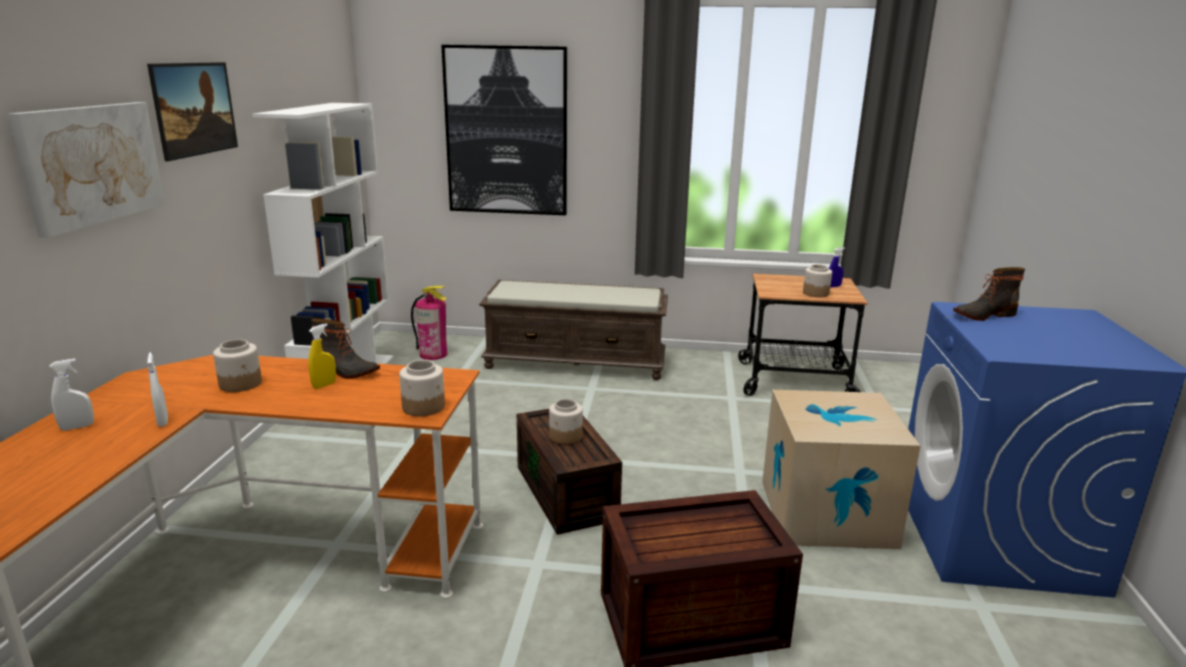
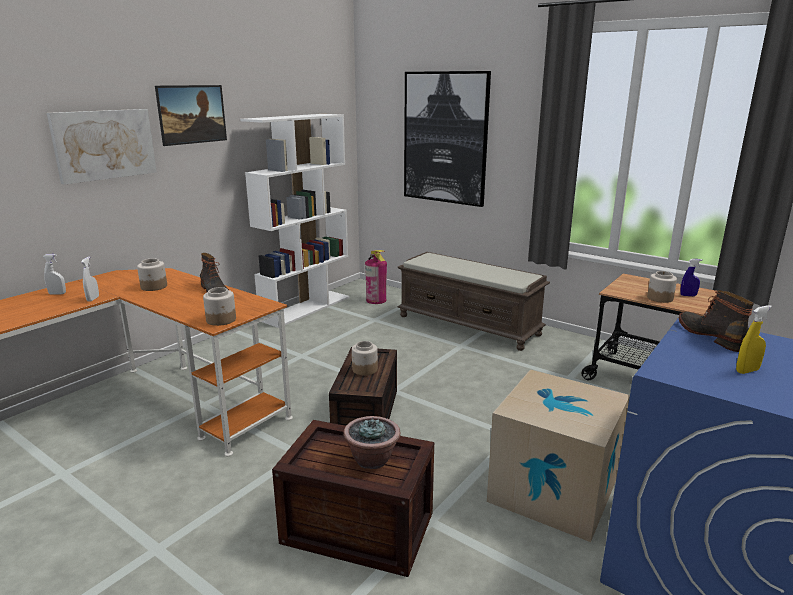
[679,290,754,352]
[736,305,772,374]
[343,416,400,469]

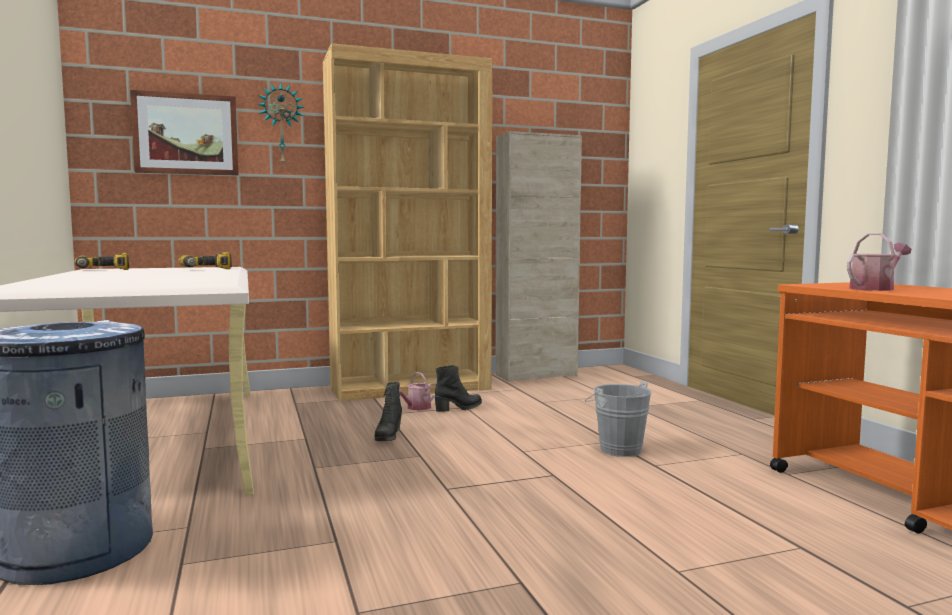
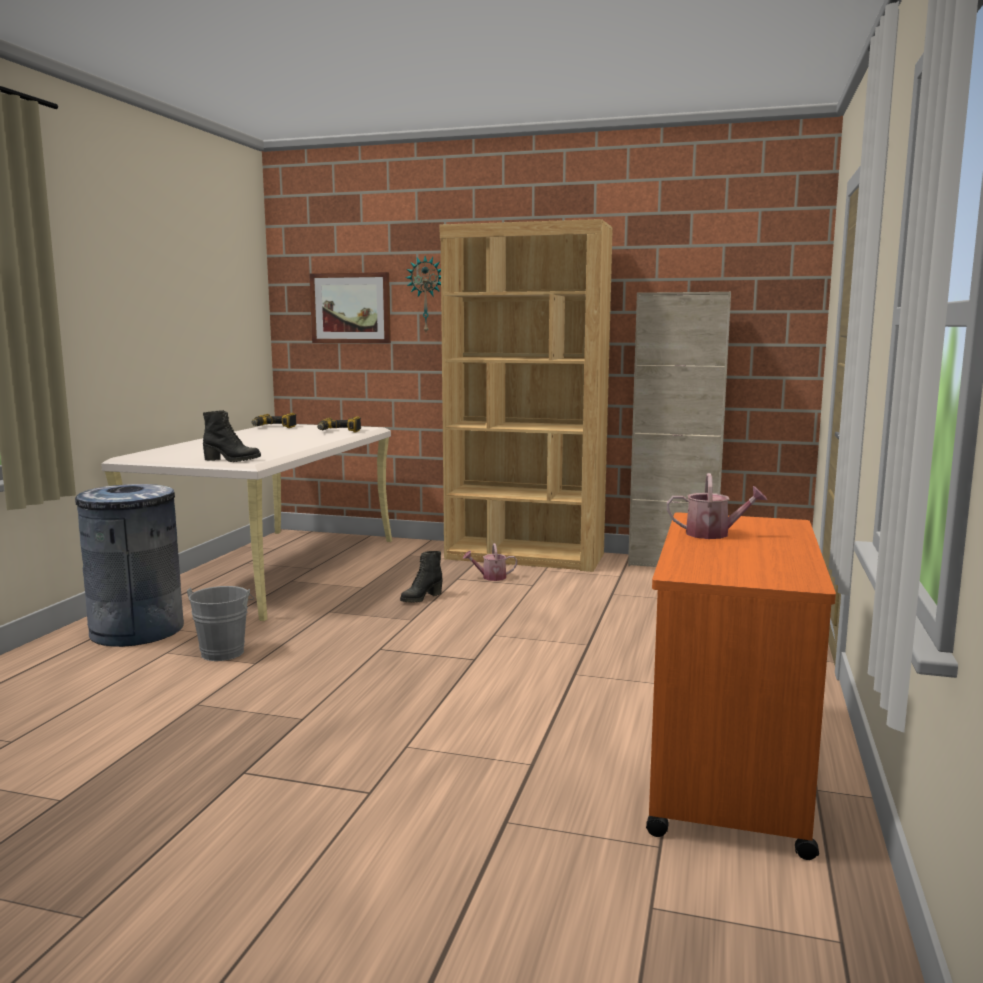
[203,410,261,462]
[187,586,254,661]

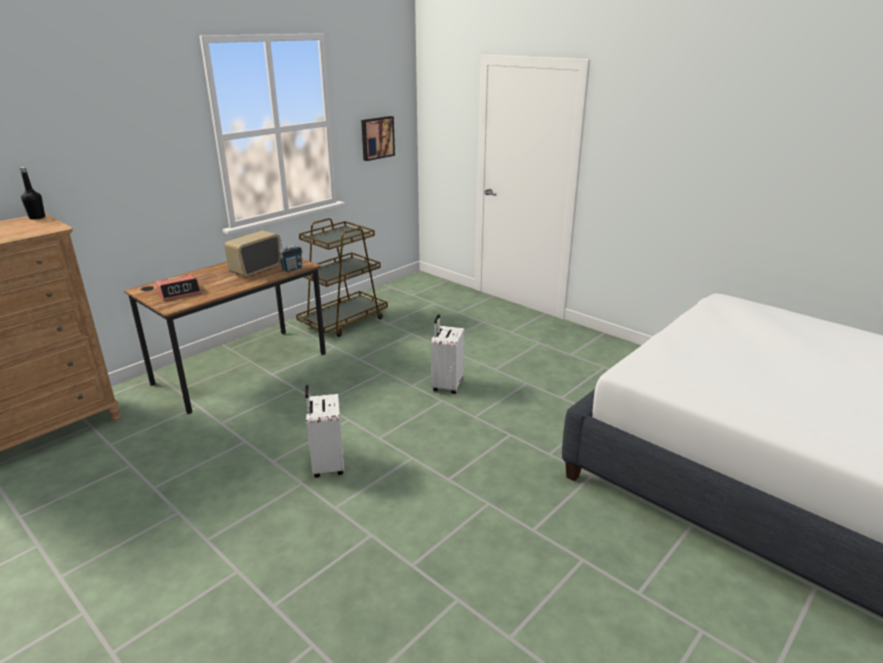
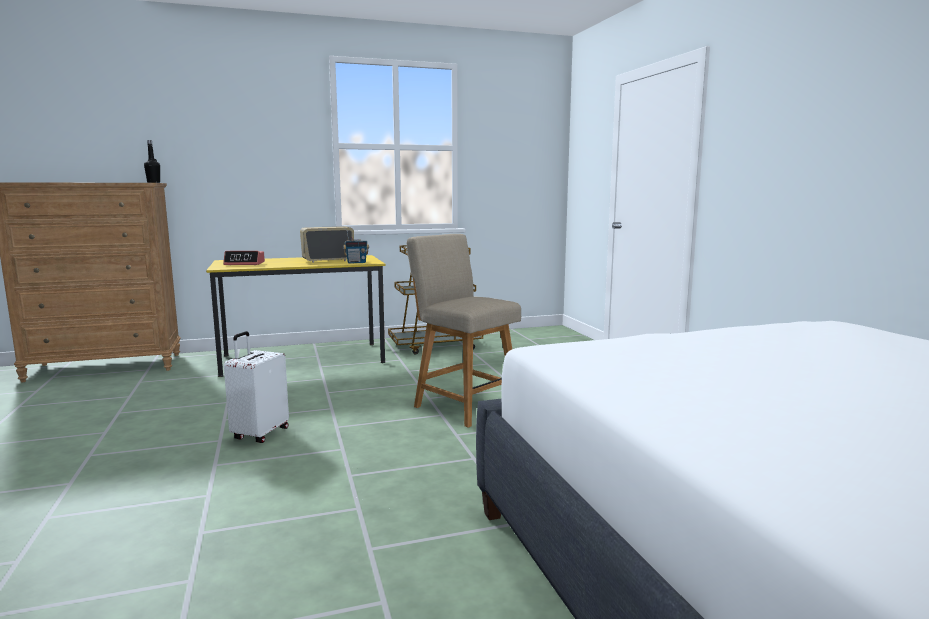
[361,116,395,161] (first image)
[206,255,385,377]
[407,234,521,428]

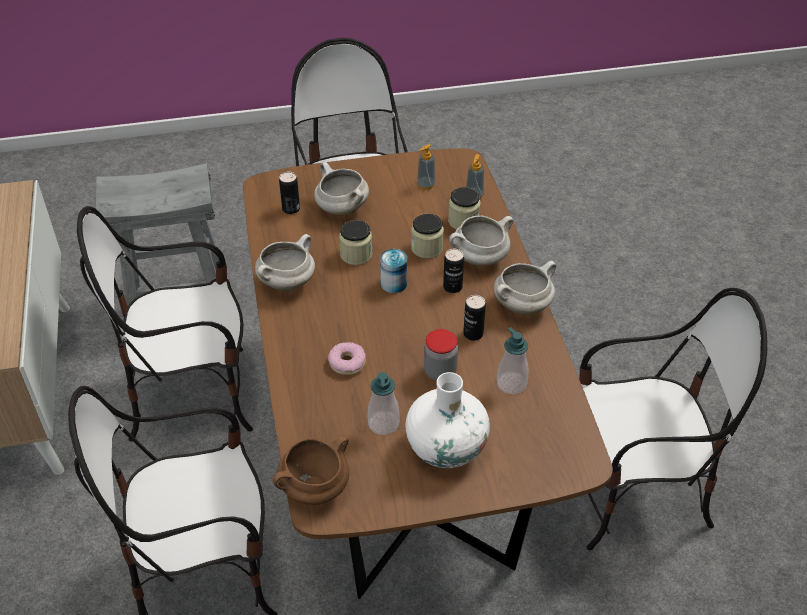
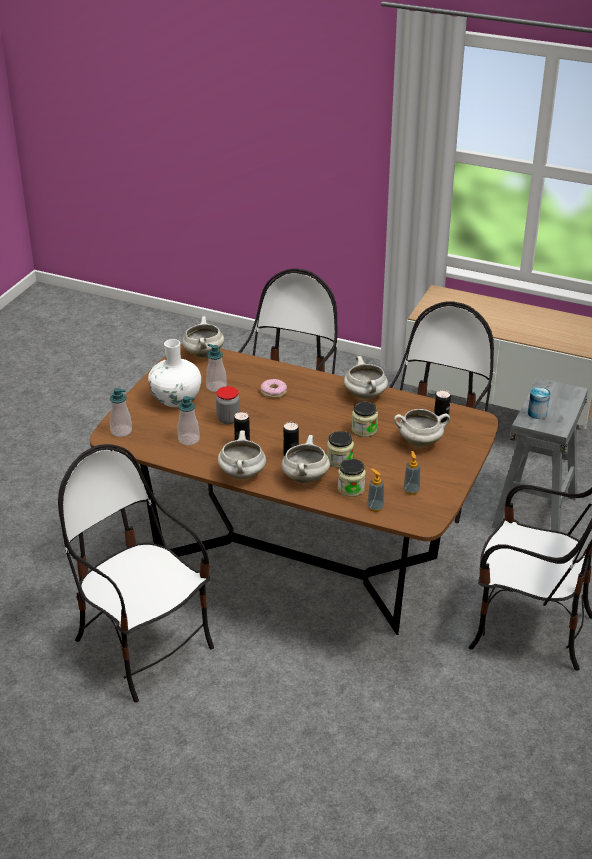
[528,387,550,419]
[58,444,214,703]
[182,316,224,357]
[110,388,132,437]

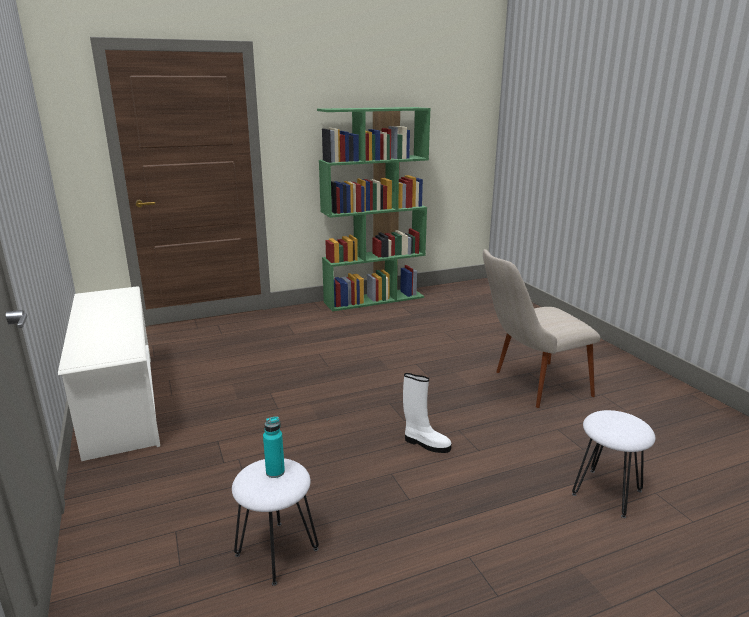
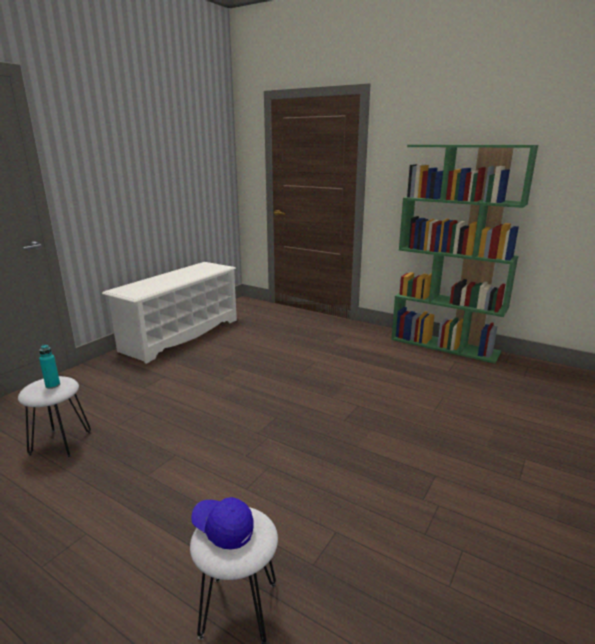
[483,249,600,408] (first image)
[403,373,451,453] (first image)
[191,497,254,550]

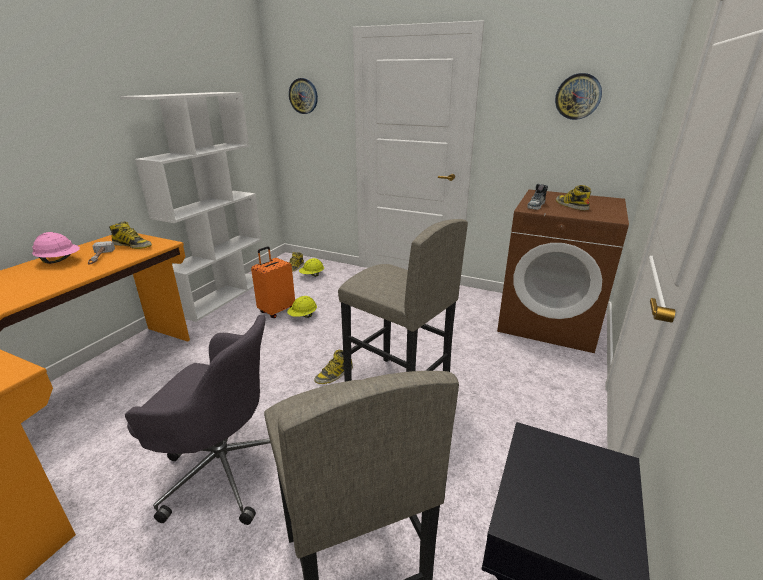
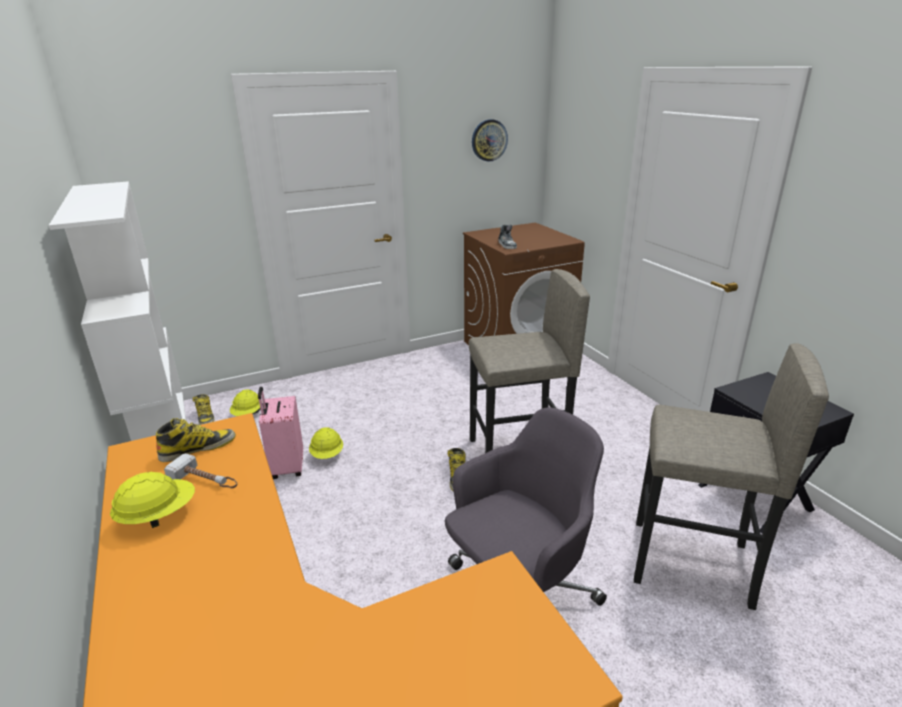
[289,78,318,114] (first image)
[556,185,591,210] (first image)
[110,472,195,528]
[258,387,303,479]

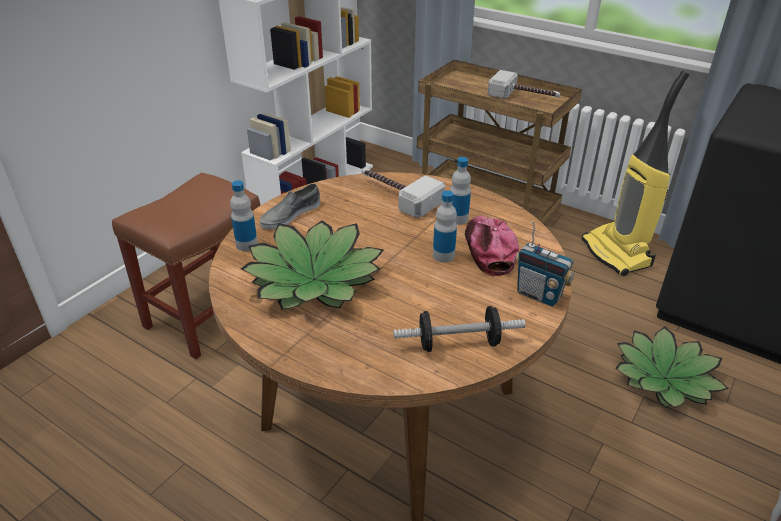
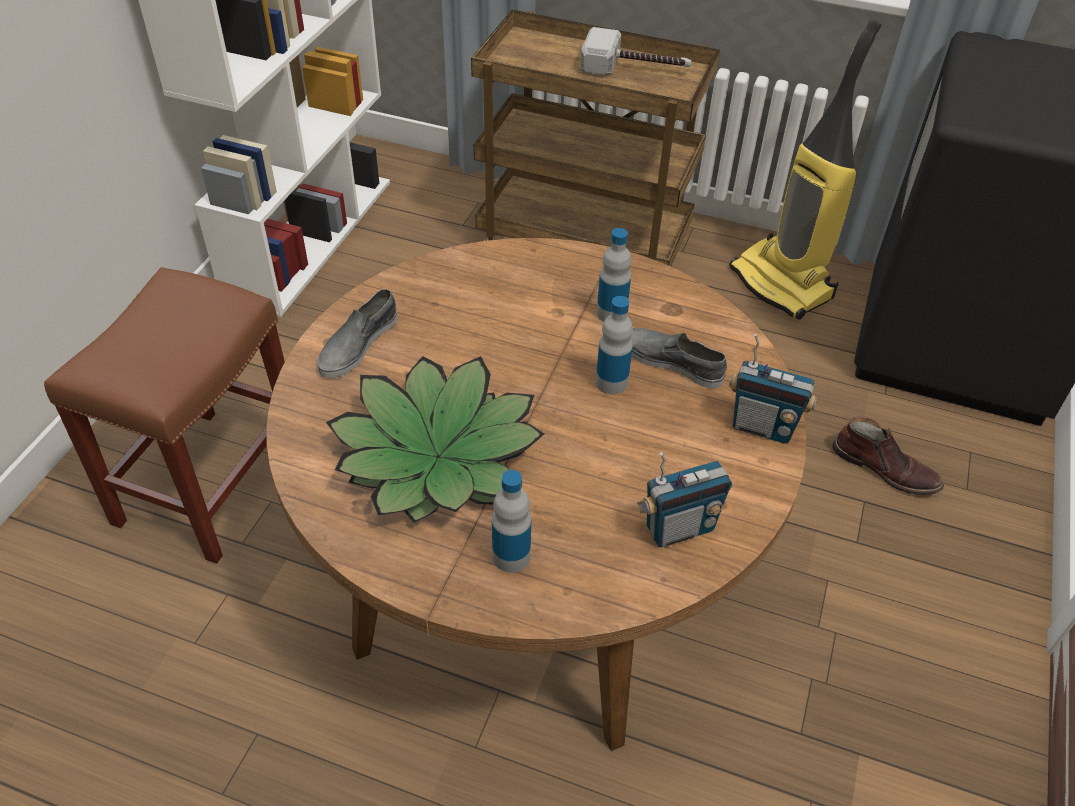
[362,168,445,218] (first image)
[492,470,531,573]
[631,328,727,389]
[637,452,732,547]
[832,416,944,495]

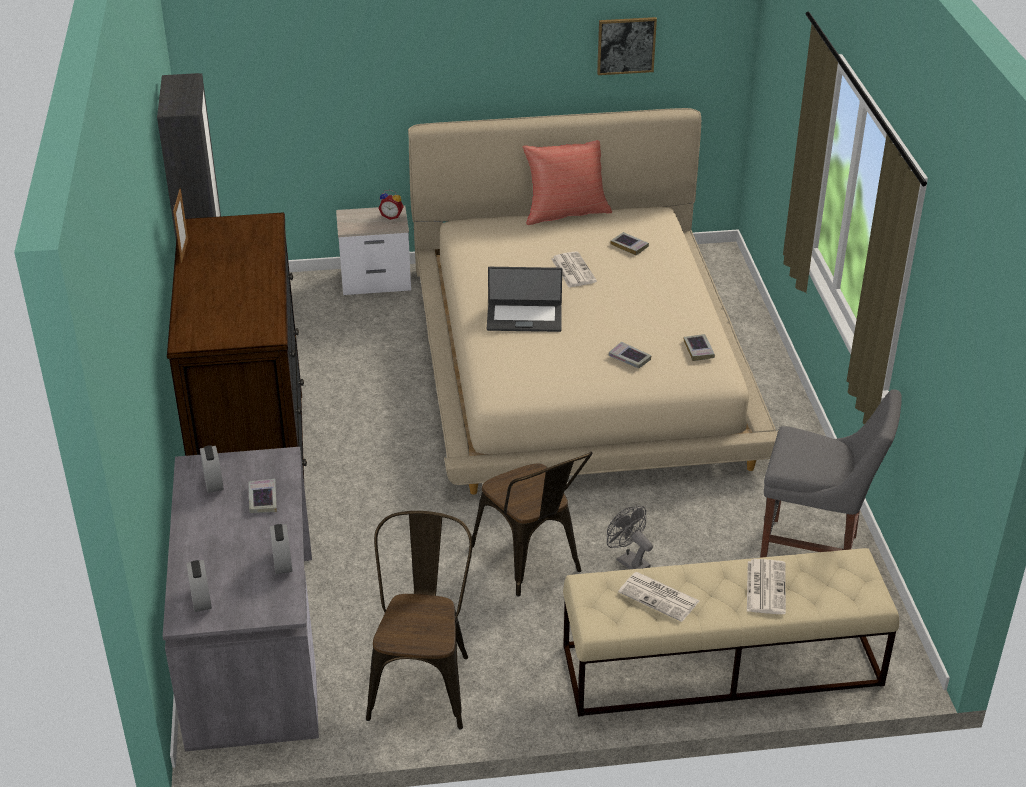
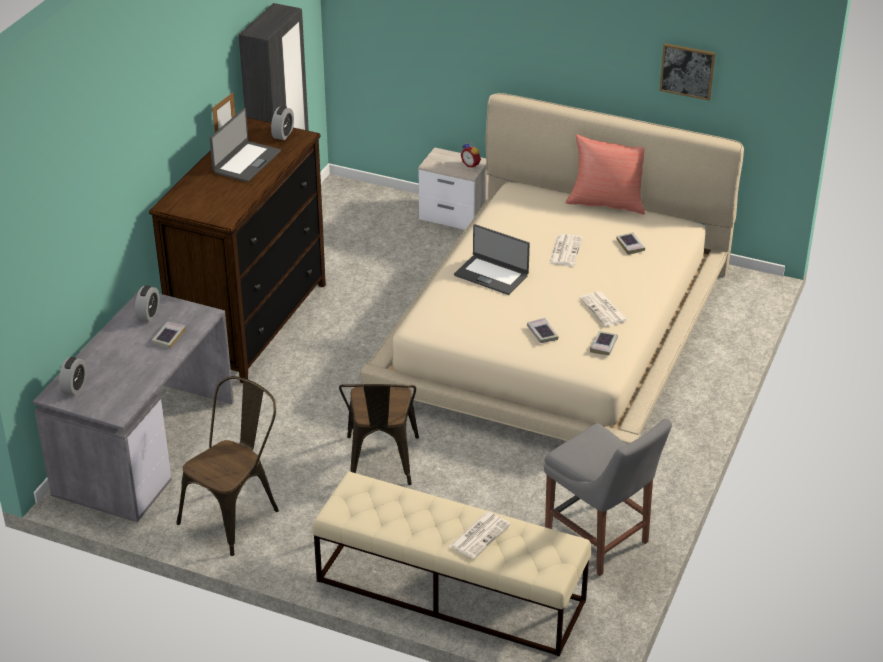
[607,506,653,569] (first image)
[271,106,294,140]
[579,291,628,326]
[210,108,281,182]

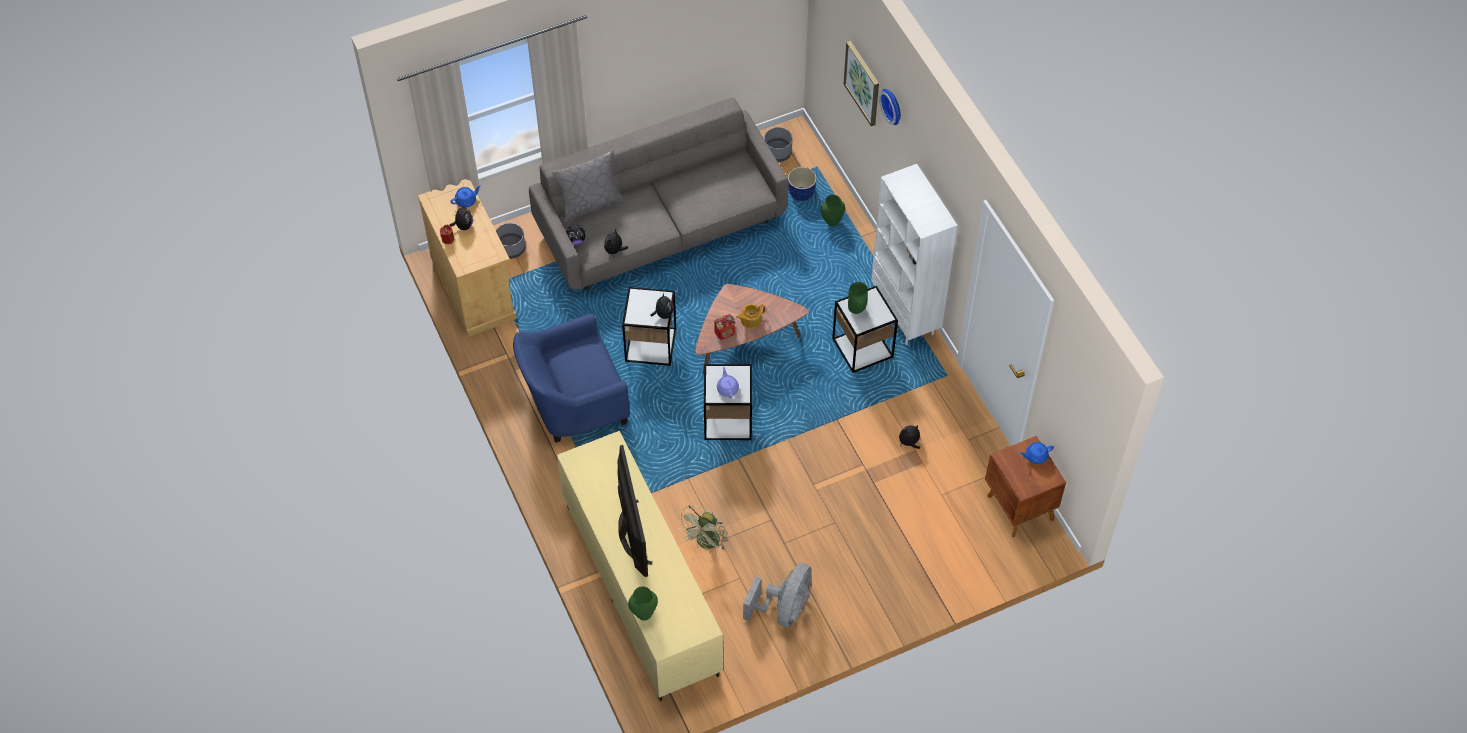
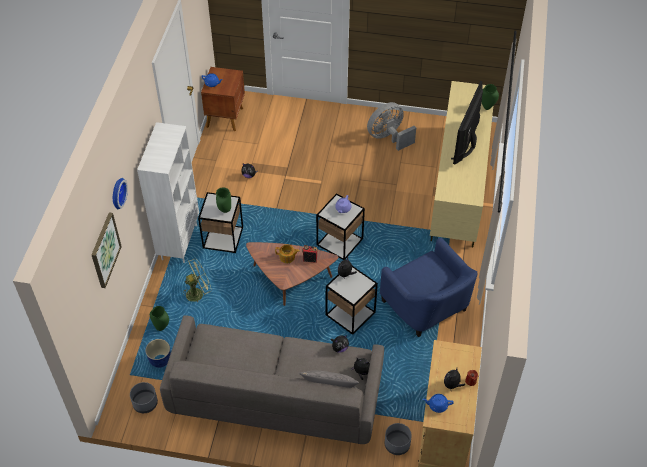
[380,238,477,337]
[182,258,211,302]

